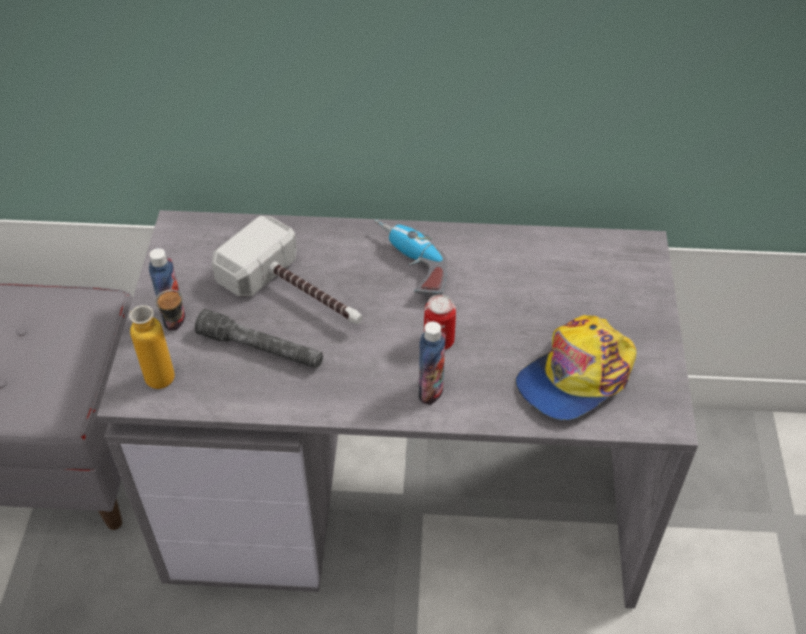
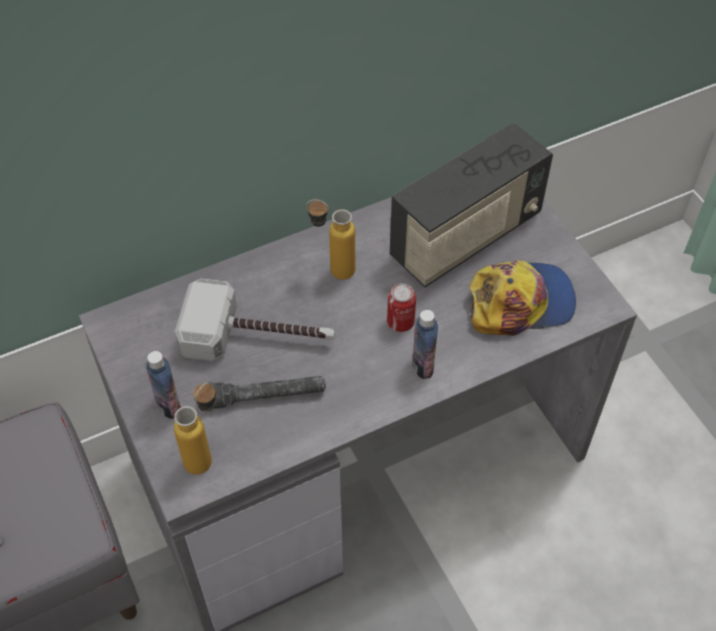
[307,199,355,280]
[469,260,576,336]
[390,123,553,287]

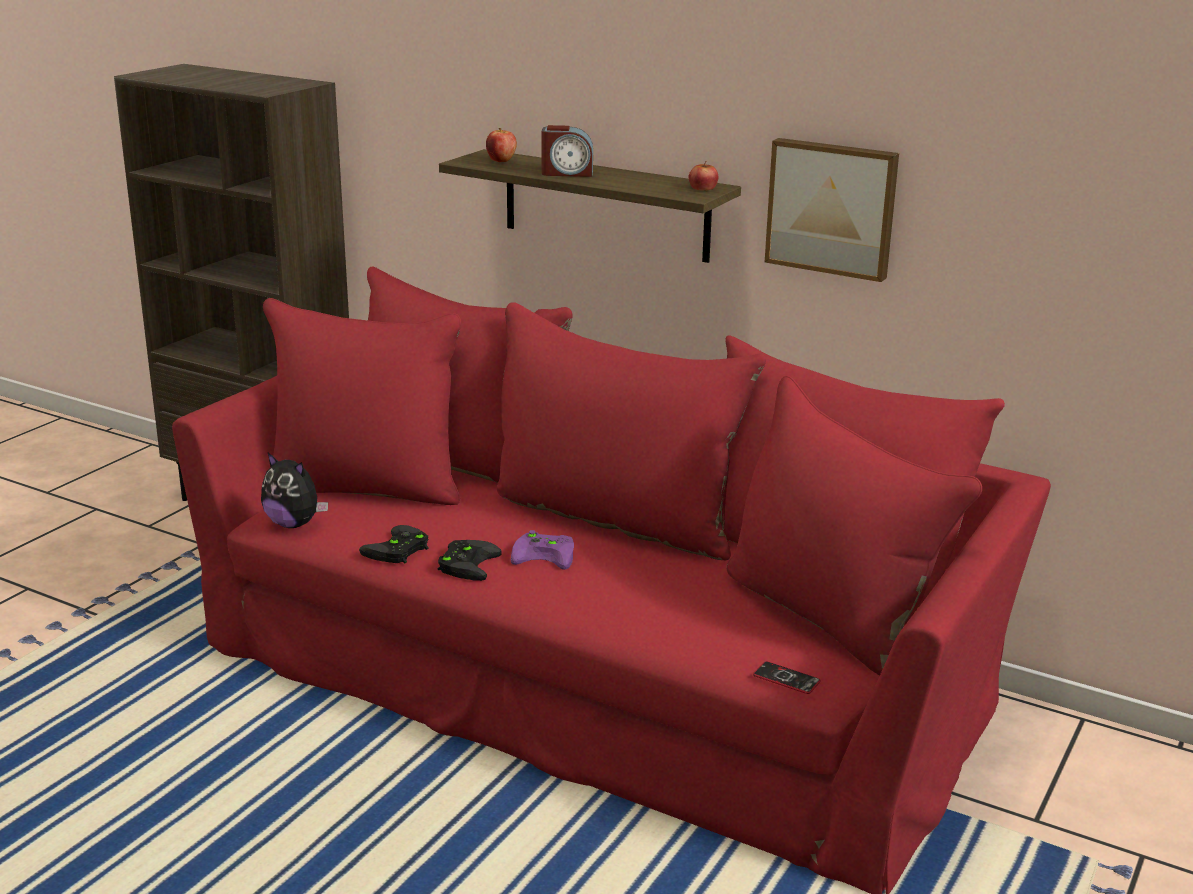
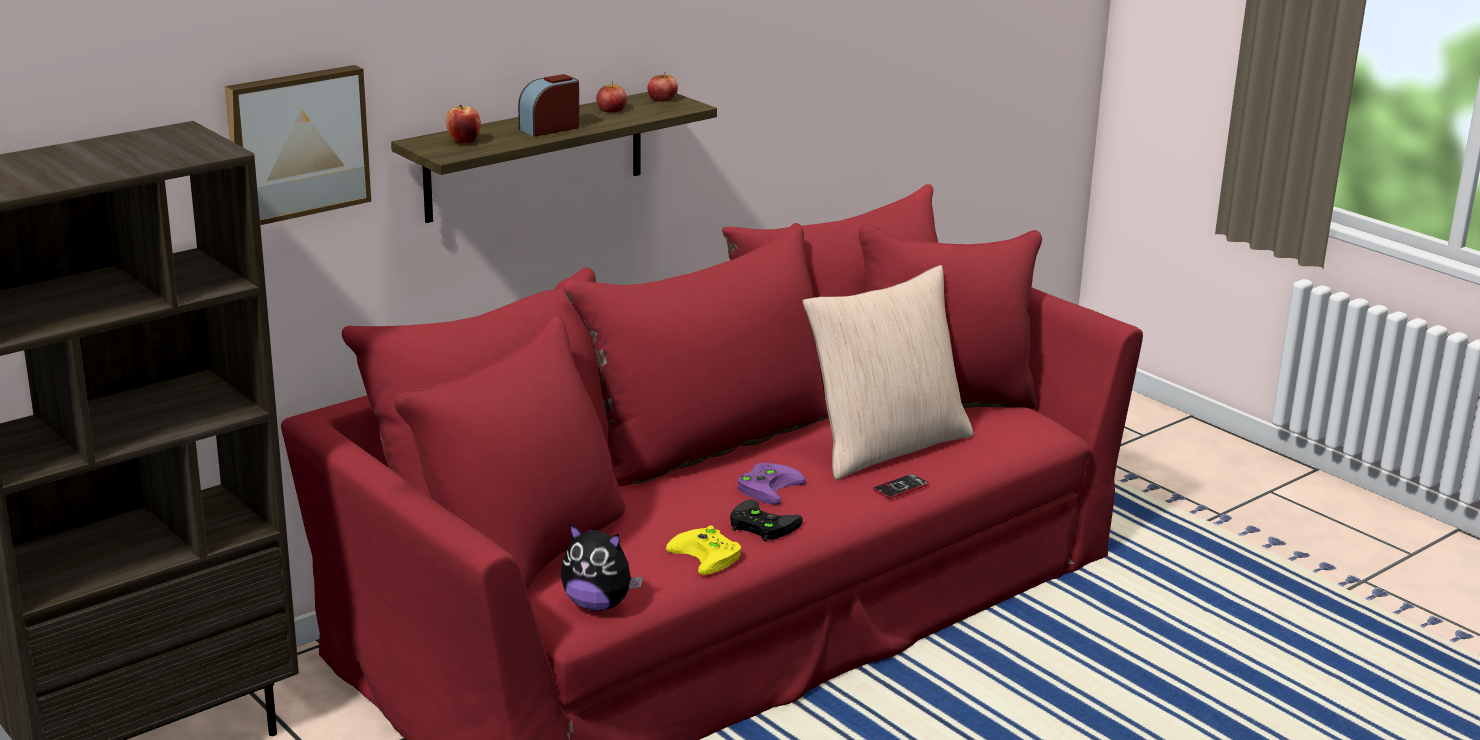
[518,74,580,137]
[225,65,371,225]
[561,523,643,611]
[666,526,741,575]
[873,474,929,499]
[596,81,627,113]
[802,265,973,480]

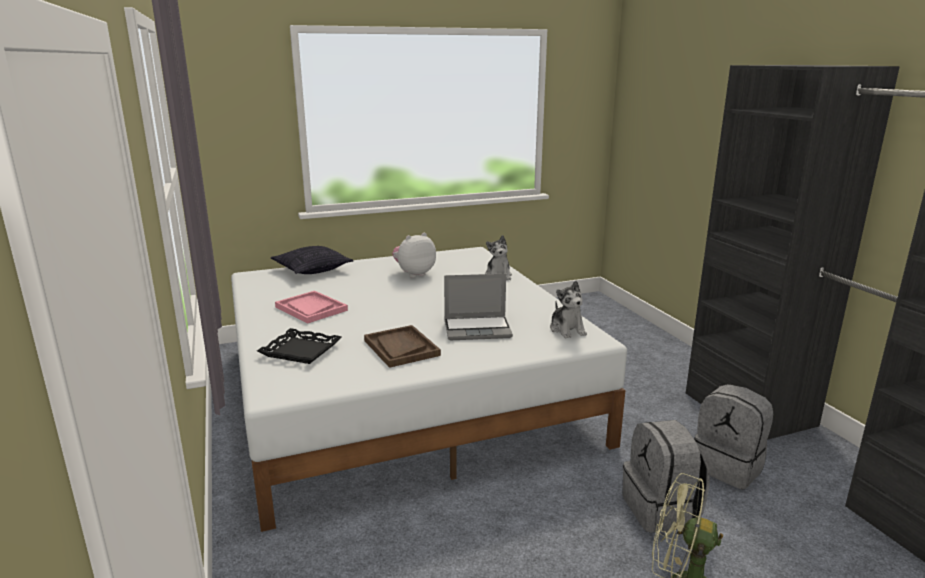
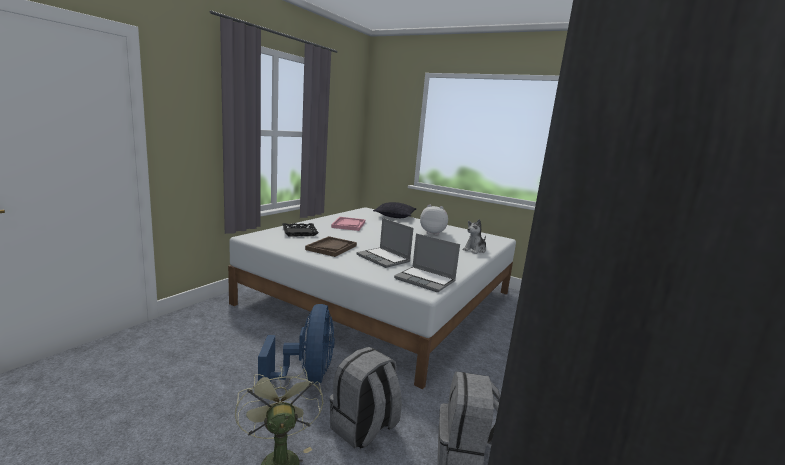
[394,233,460,292]
[258,304,335,384]

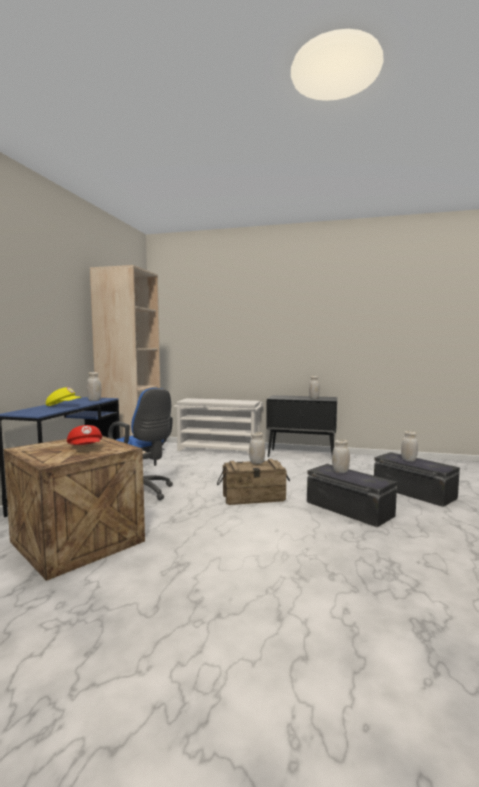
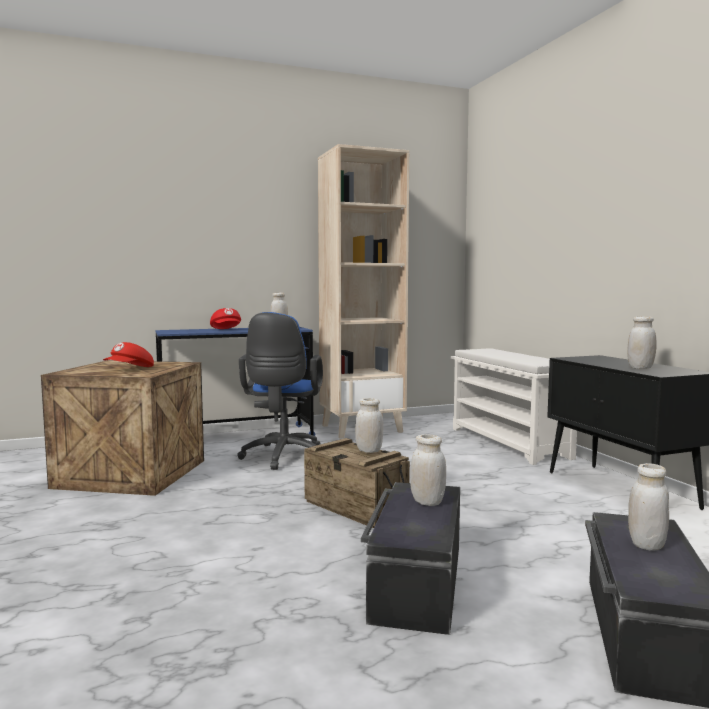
[210,308,241,329]

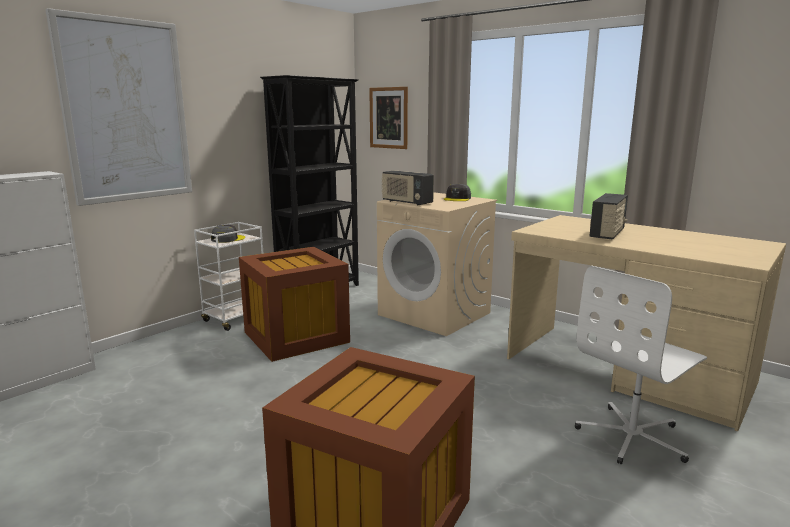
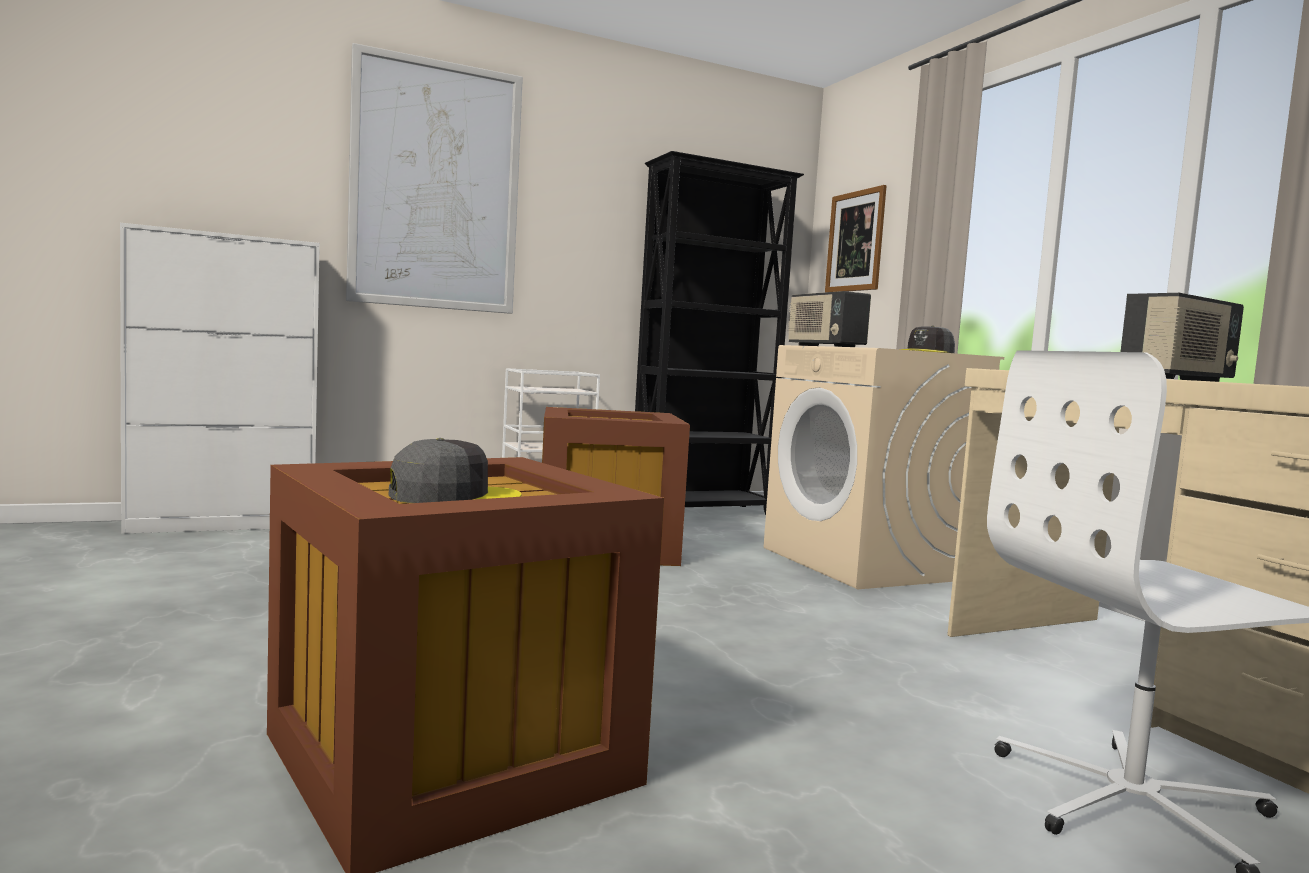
[389,438,521,503]

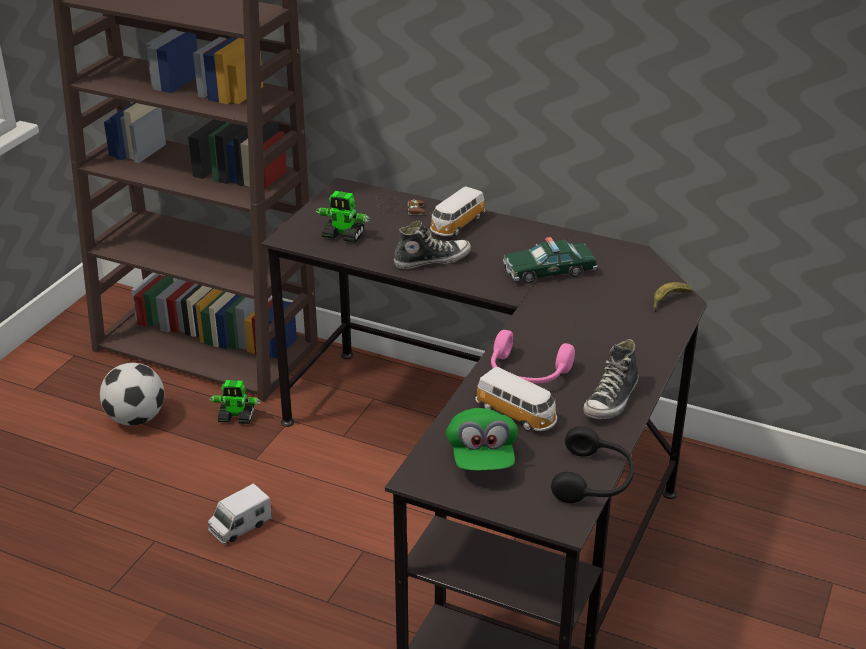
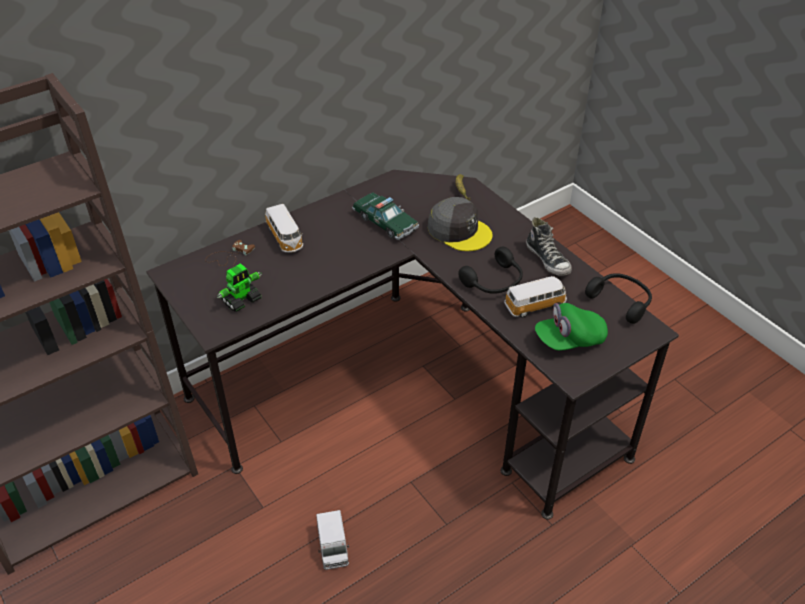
[394,221,471,269] (first image)
[352,192,419,240]
[458,247,523,294]
[100,363,164,426] (first image)
[209,380,261,424] (first image)
[535,303,608,351]
[427,197,493,251]

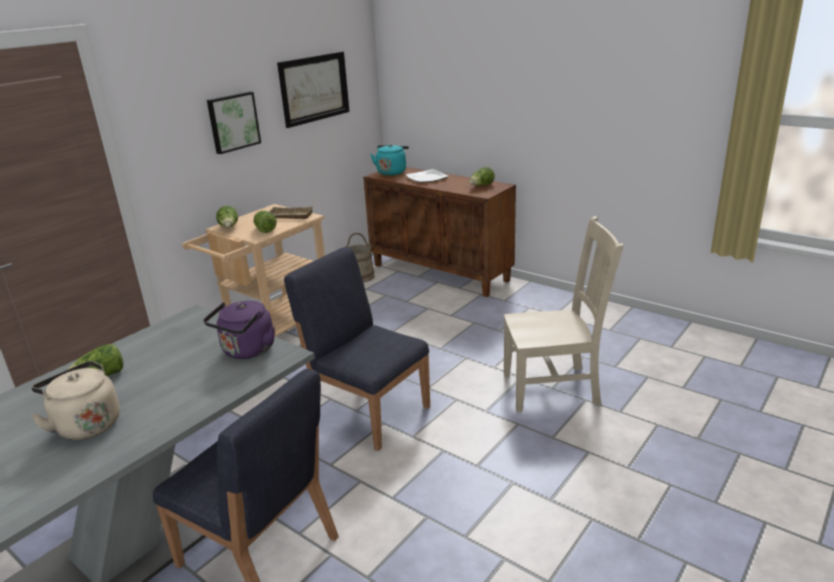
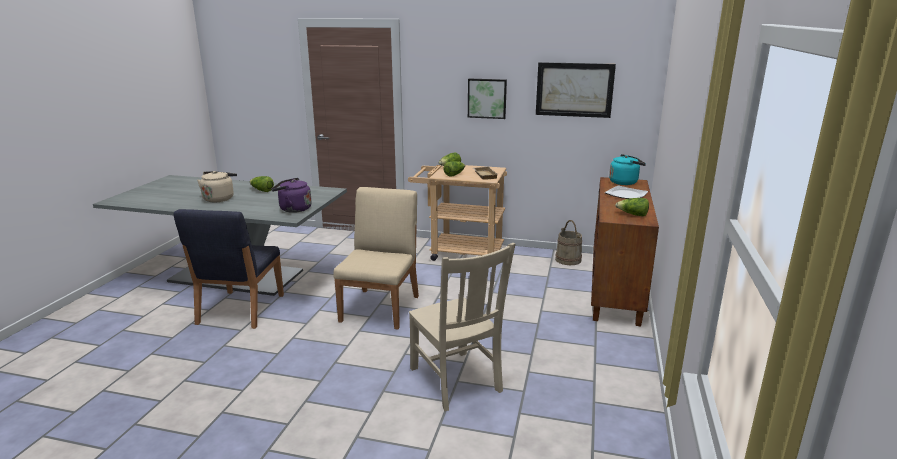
[333,187,419,330]

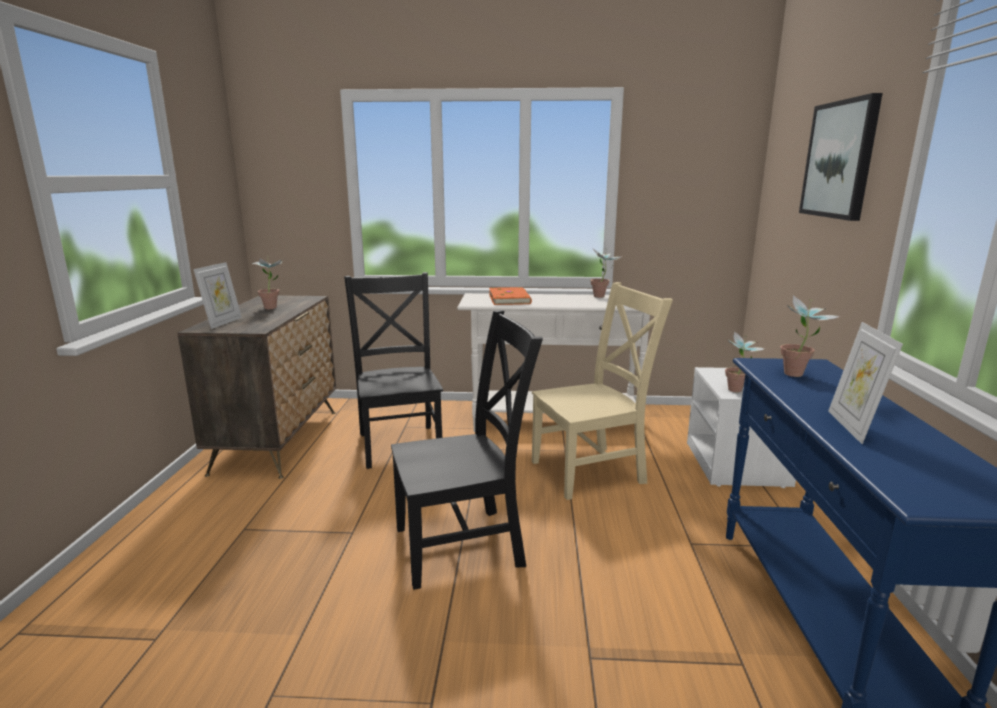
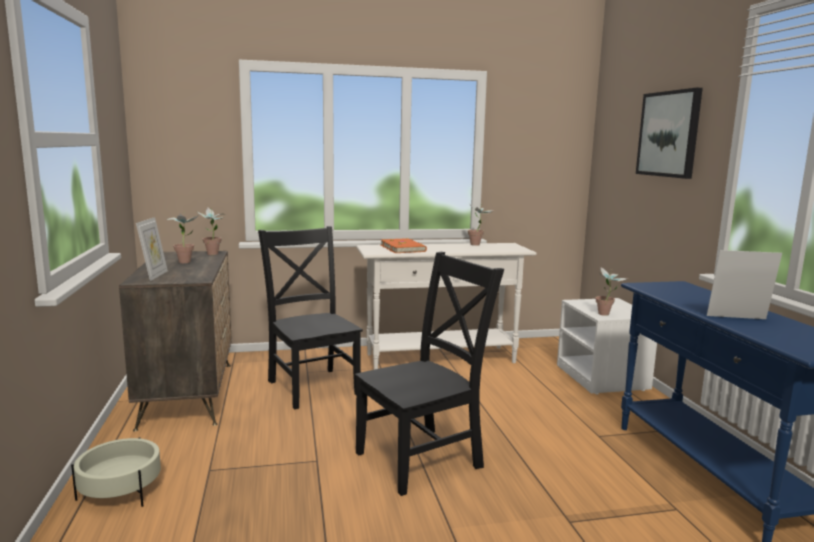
[532,282,673,500] (first image)
[196,207,226,255]
[707,250,782,319]
[71,437,161,507]

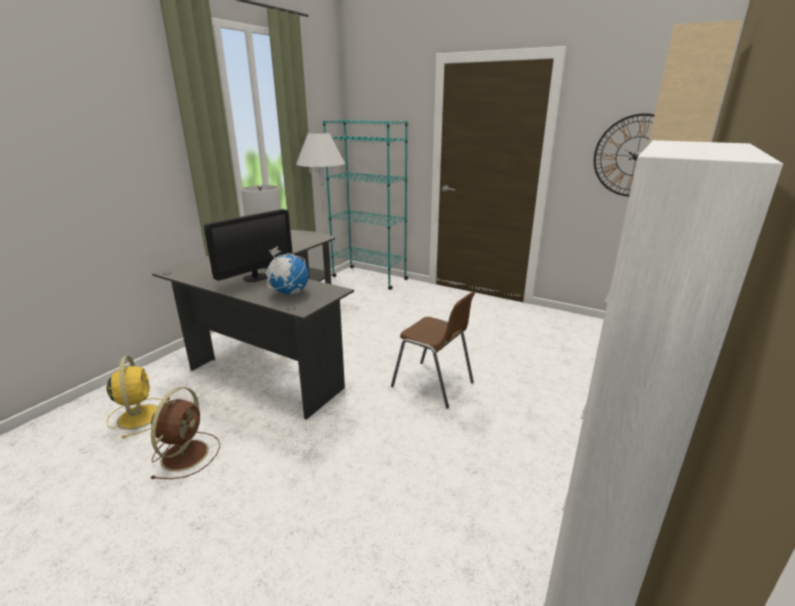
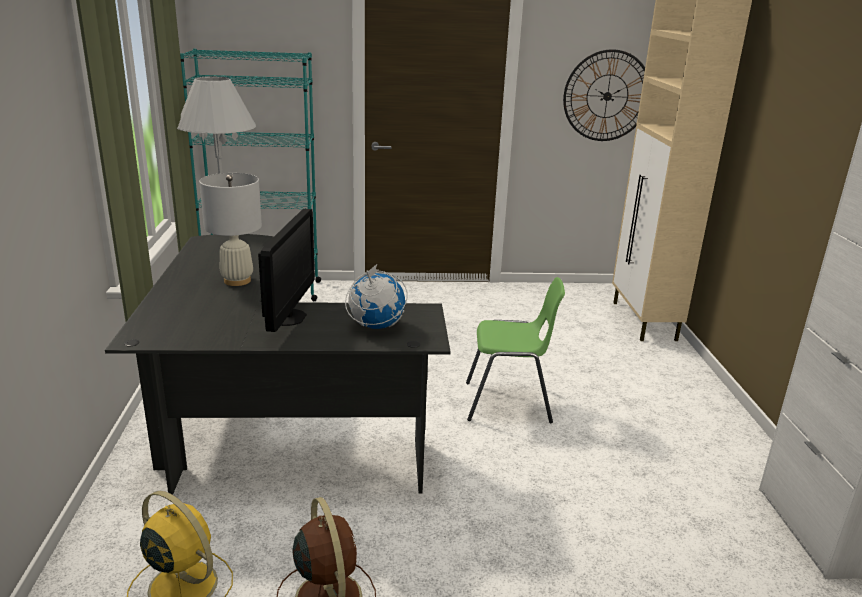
[466,277,565,423]

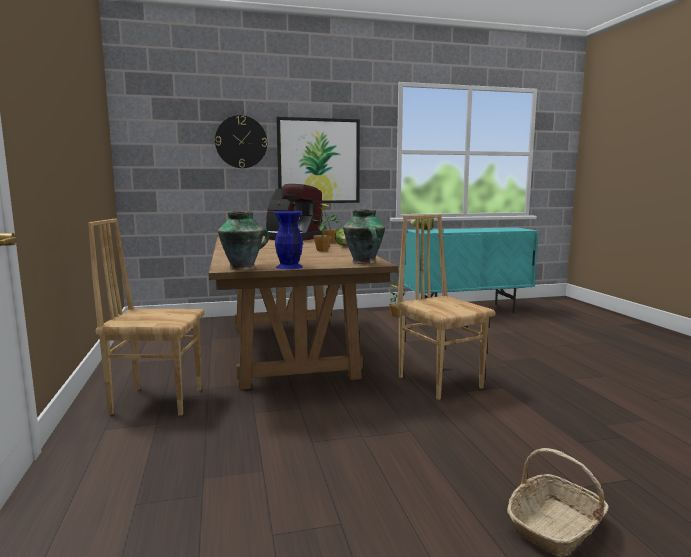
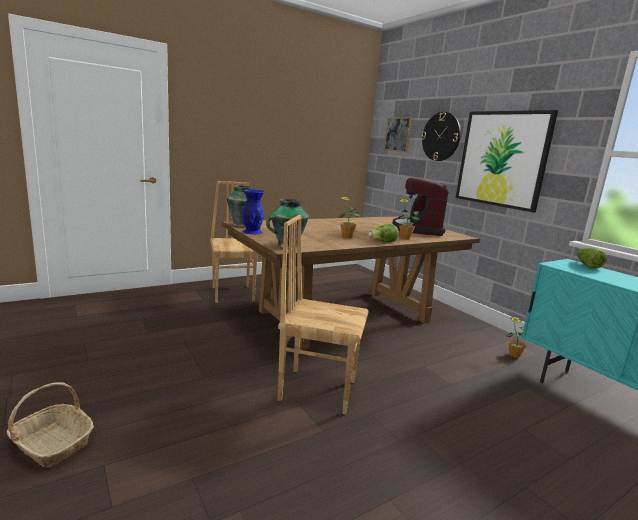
[278,215,369,414]
[384,117,412,152]

